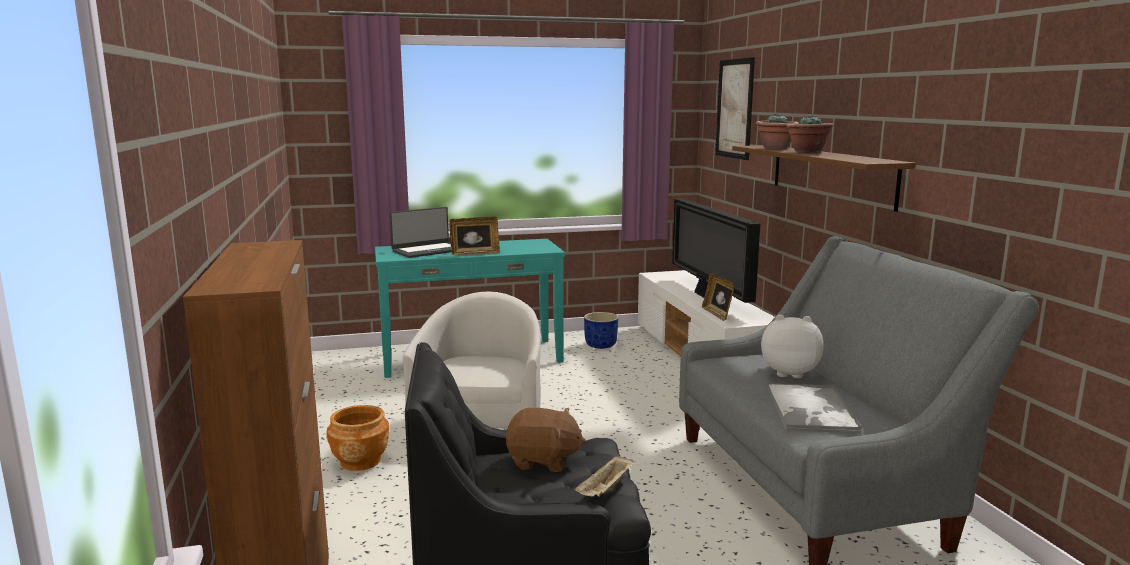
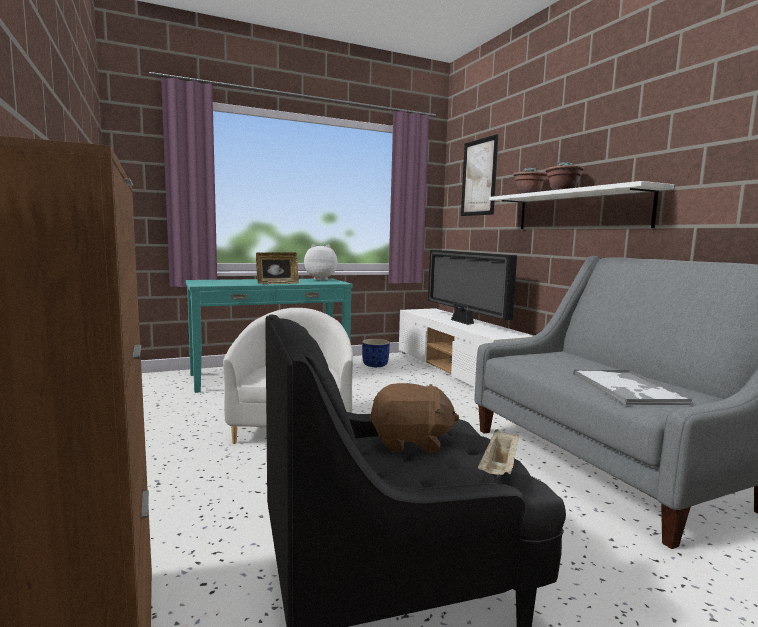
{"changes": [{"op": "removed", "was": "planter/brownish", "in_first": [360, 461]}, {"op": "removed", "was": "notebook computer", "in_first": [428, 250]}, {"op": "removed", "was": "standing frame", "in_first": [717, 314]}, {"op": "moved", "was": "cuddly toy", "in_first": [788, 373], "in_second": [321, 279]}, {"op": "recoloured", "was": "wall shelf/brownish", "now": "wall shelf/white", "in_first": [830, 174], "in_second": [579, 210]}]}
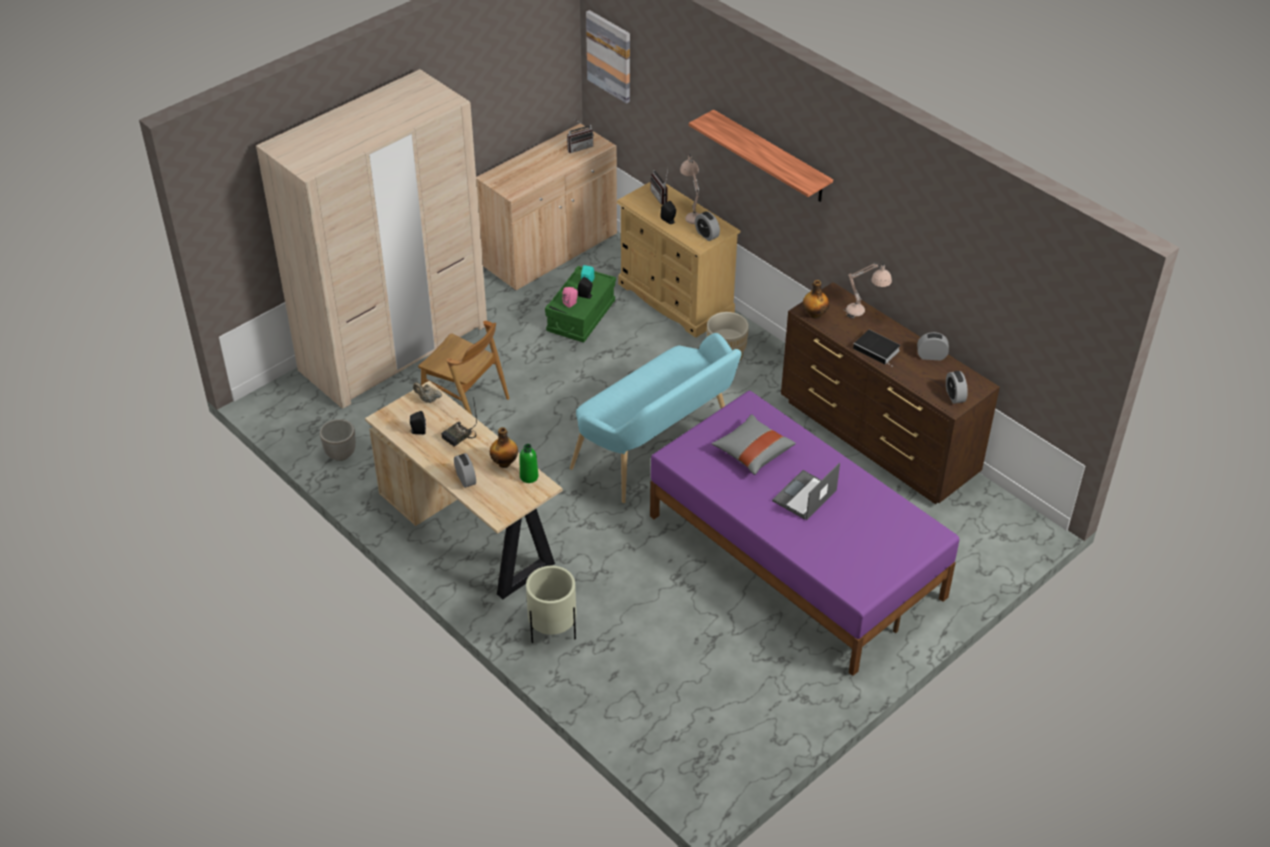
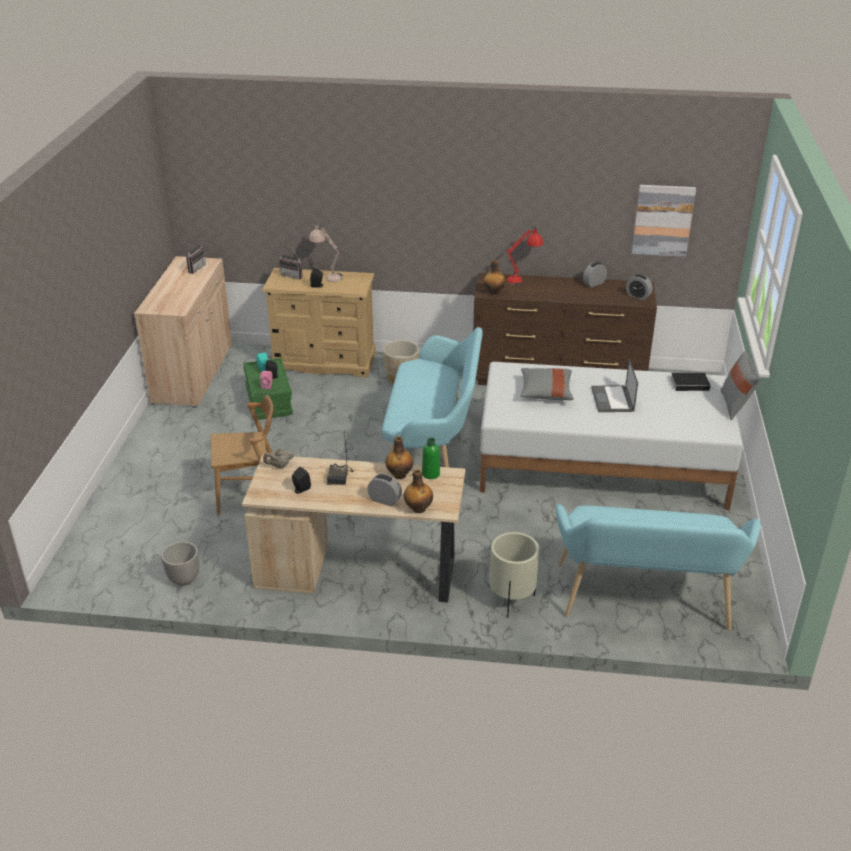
{"changes": [{"op": "removed", "was": "armoire/beige", "in_first": [394, 348]}, {"op": "removed", "was": "wall shelf", "in_first": [771, 157]}, {"op": "removed", "was": "bedside clock", "in_first": [706, 235]}, {"op": "added", "now": "bottle", "in_second": [418, 508]}, {"op": "added", "now": "bench/blue-green", "in_second": [644, 602]}, {"op": "added", "now": "throw pillow/gray", "in_second": [735, 406]}, {"op": "moved", "was": "picture", "in_first": [609, 56], "in_second": [663, 220]}, {"op": "moved", "was": "volume", "in_first": [877, 350], "in_second": [691, 384]}, {"op": "recoloured", "was": "bedroom bed/purplish", "now": "bedroom bed/white", "in_first": [795, 557], "in_second": [602, 465]}, {"op": "recoloured", "was": "table lamp/beige", "now": "table lamp/red-coloured", "in_first": [864, 313], "in_second": [523, 280]}]}
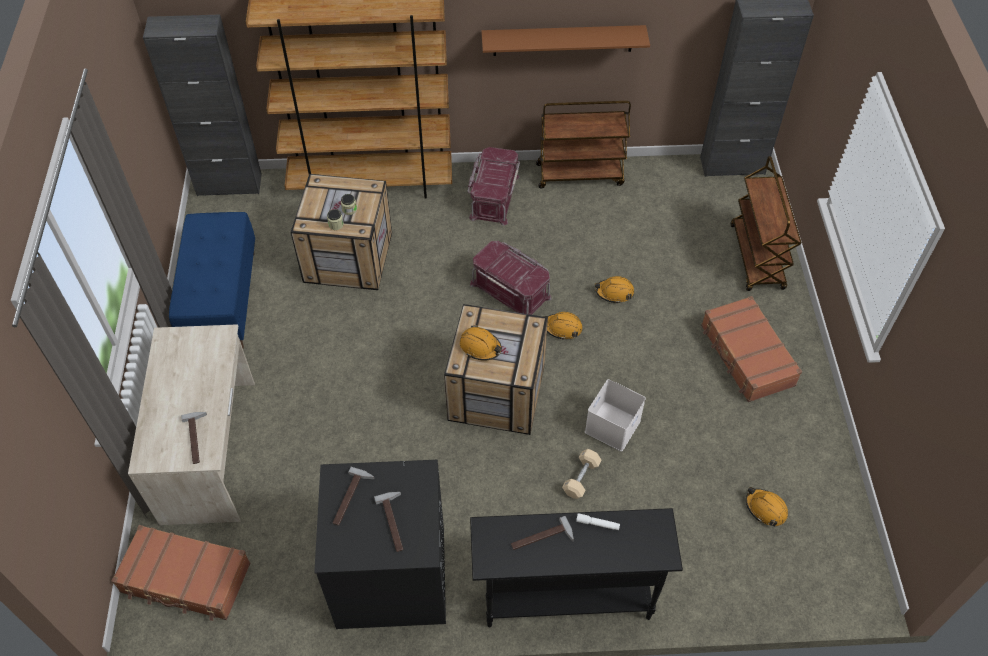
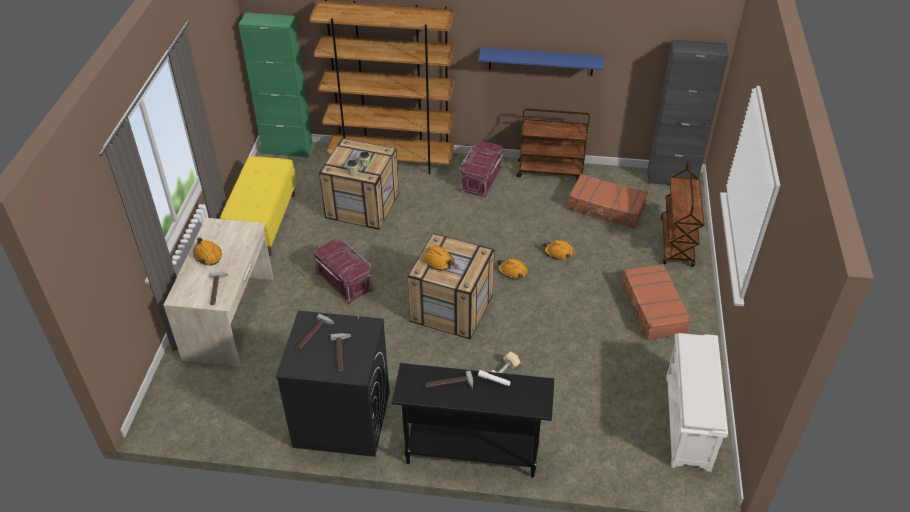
{"changes": [{"op": "removed", "was": "storage box/white", "in_first": [613, 427]}, {"op": "added", "now": "shoe stand/white", "in_second": [688, 423]}, {"op": "moved", "was": "travel case/brownish", "in_first": [186, 579], "in_second": [606, 208]}, {"op": "moved", "was": "storage box/red-coloured", "in_first": [511, 290], "in_second": [345, 280]}, {"op": "moved", "was": "safety helmet/orange-coloured", "in_first": [765, 509], "in_second": [208, 255]}, {"op": "recoloured", "was": "cupboard/blackish", "now": "cupboard/green", "in_first": [229, 185], "in_second": [287, 149]}, {"op": "recoloured", "was": "bench/blue", "now": "bench/yellowish", "in_first": [221, 300], "in_second": [263, 222]}, {"op": "recoloured", "was": "wall shelf/brownish", "now": "wall shelf/blue", "in_first": [563, 40], "in_second": [541, 61]}]}
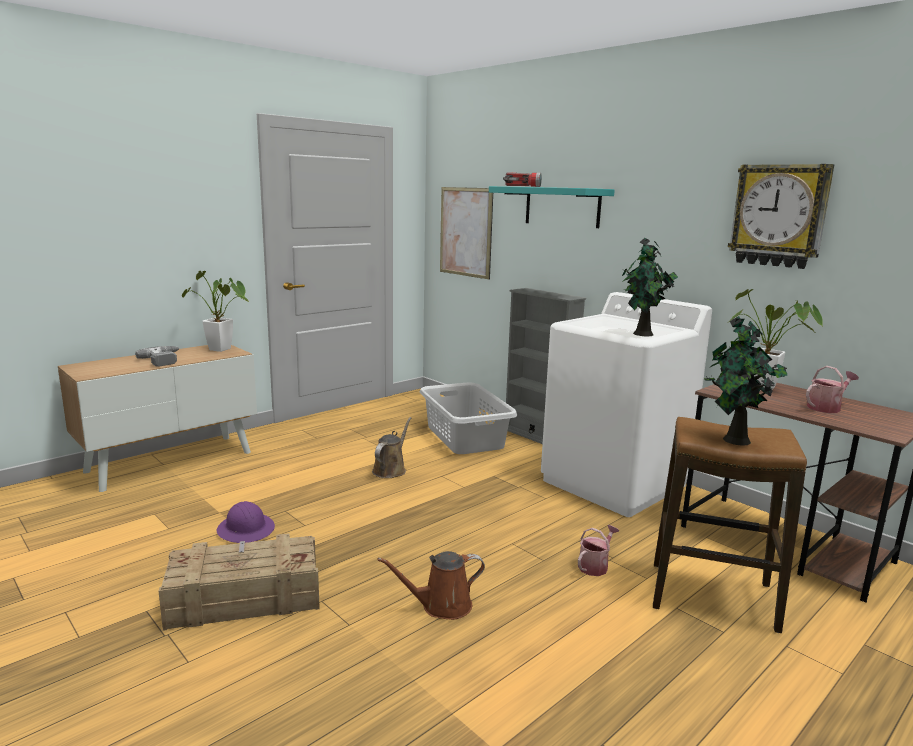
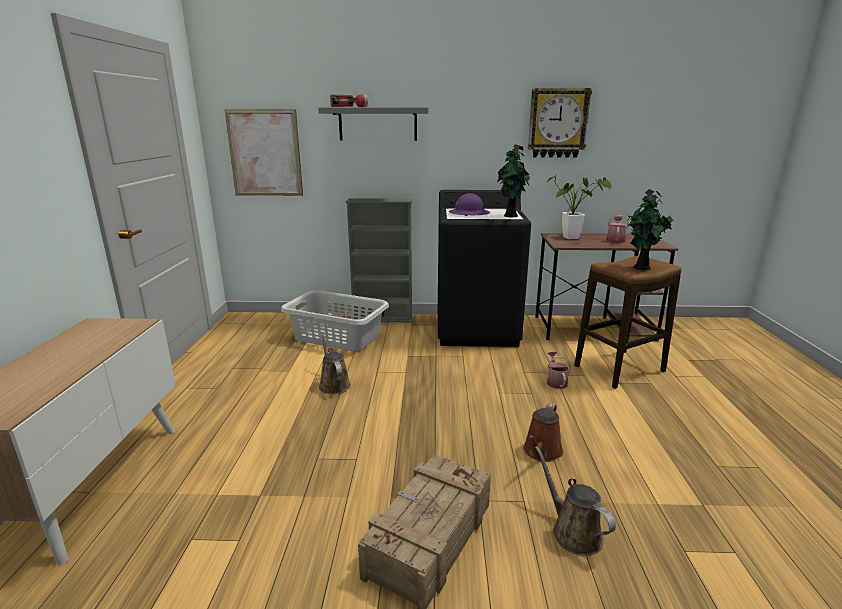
{"changes": [{"op": "removed", "was": "drill", "in_first": [165, 360]}, {"op": "removed", "was": "houseplant", "in_first": [223, 350]}, {"op": "added", "now": "sprinkling can/brownish", "in_second": [573, 532]}, {"op": "moved", "was": "safety helmet/purplish", "in_first": [246, 529], "in_second": [469, 213]}, {"op": "recoloured", "was": "wall shelf/blue-green", "now": "wall shelf/gray", "in_first": [562, 207], "in_second": [378, 124]}, {"op": "recoloured", "was": "laundry machine/white", "now": "laundry machine/blackish", "in_first": [614, 483], "in_second": [477, 330]}]}
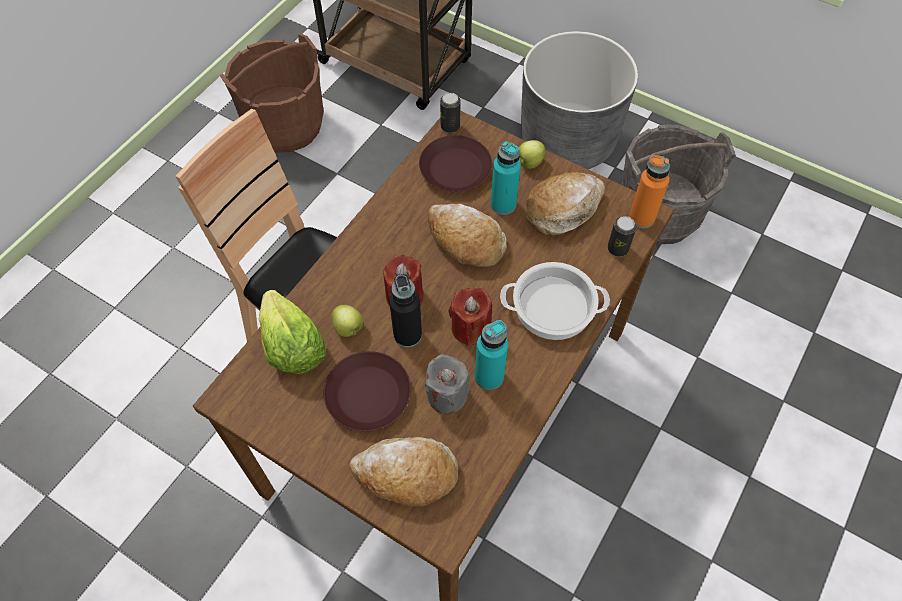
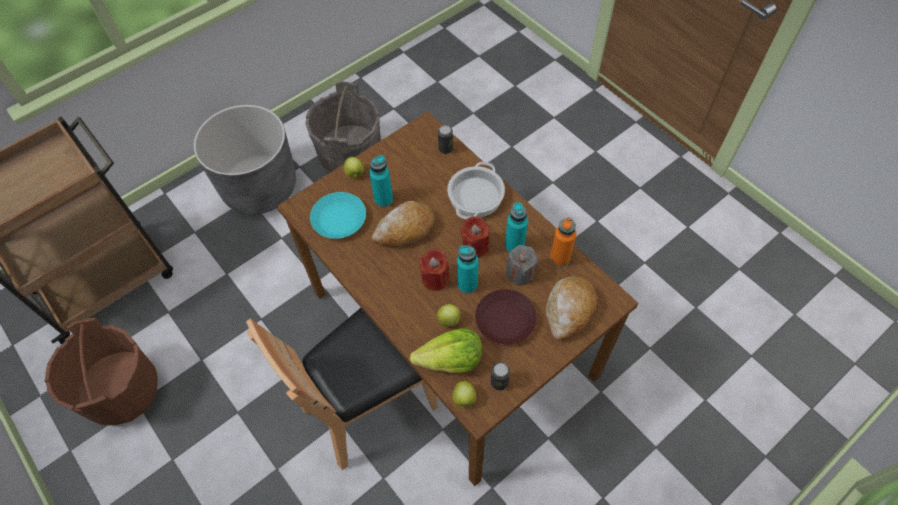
{"changes": [{"op": "removed", "was": "baked bread", "in_first": [563, 209]}, {"op": "added", "now": "apple", "in_second": [464, 399]}, {"op": "moved", "was": "sealed can", "in_first": [450, 126], "in_second": [499, 382]}, {"op": "moved", "was": "bottle/orange-coloured", "in_first": [641, 218], "in_second": [559, 258]}, {"op": "recoloured", "was": "bottle/blackish", "now": "bottle/blue-green", "in_first": [407, 335], "in_second": [467, 284]}, {"op": "recoloured", "was": "plate/brownish", "now": "plate/blue-green", "in_first": [456, 168], "in_second": [338, 218]}]}
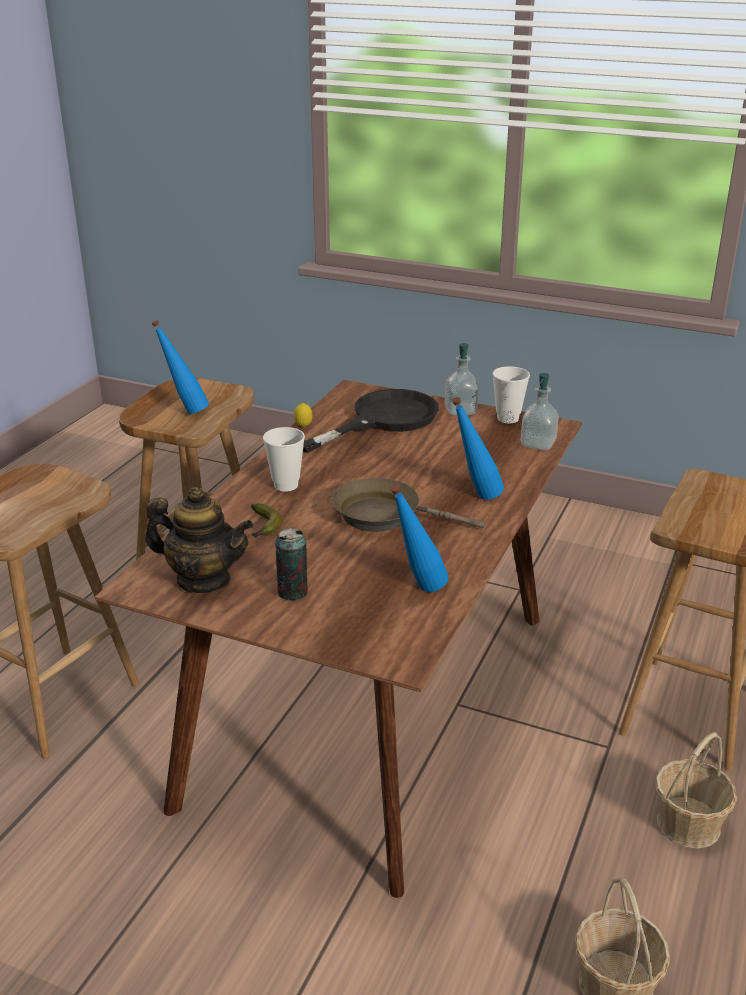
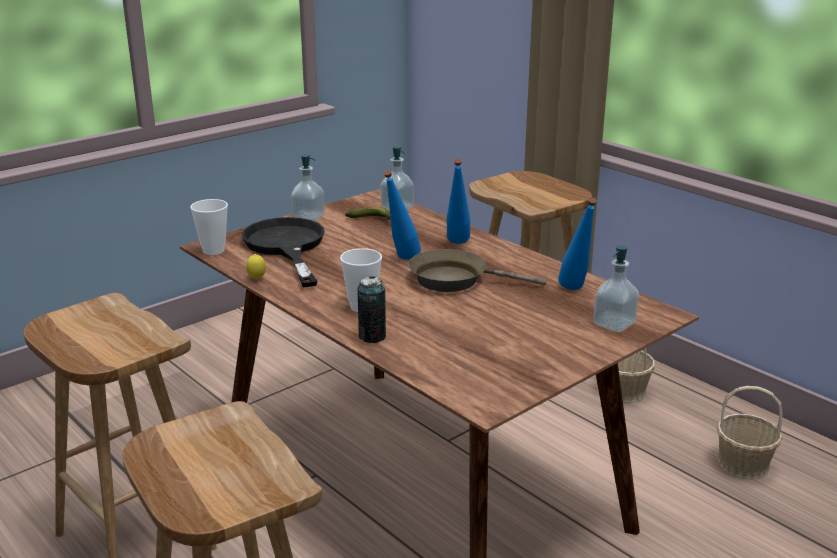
{"changes": [{"op": "removed", "was": "tea pot", "in_first": [203, 580]}, {"op": "added", "now": "soap bottle", "in_second": [614, 324]}, {"op": "moved", "was": "bottle/blue", "in_first": [185, 411], "in_second": [401, 260]}, {"op": "moved", "was": "banana fruit", "in_first": [264, 527], "in_second": [372, 220]}, {"op": "moved", "was": "sealed can", "in_first": [292, 592], "in_second": [372, 337]}, {"op": "moved", "was": "drinking cup", "in_first": [508, 418], "in_second": [213, 250]}, {"op": "turned", "was": "frying pan/brownish", "in_first": [384, 515], "in_second": [455, 280], "clockwise": 60}]}
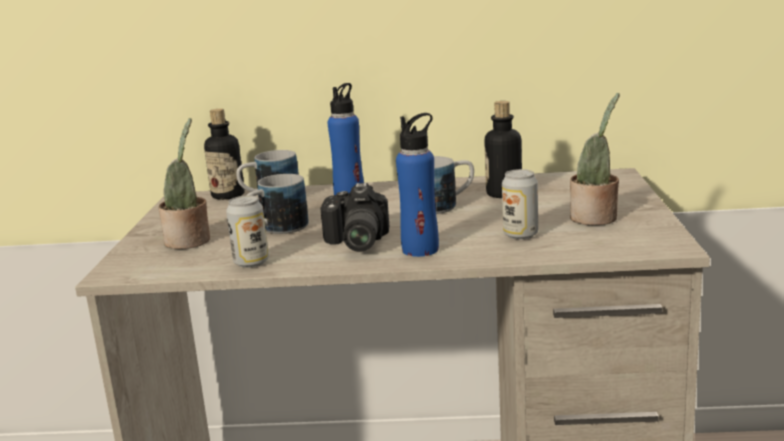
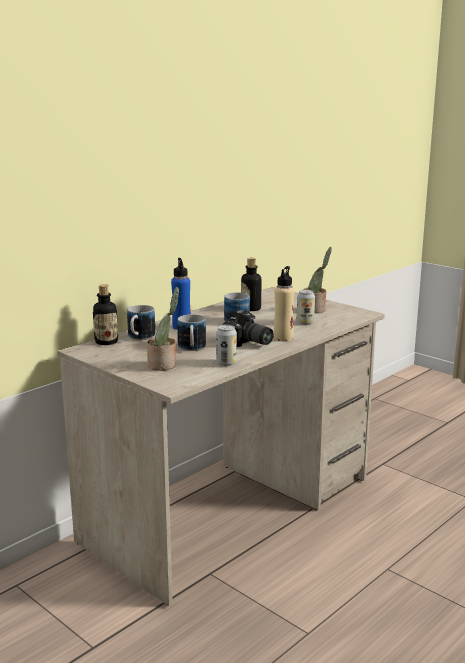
{"changes": [{"op": "recoloured", "was": "bottle/blue", "now": "bottle/beige", "in_first": [420, 250], "in_second": [283, 338]}]}
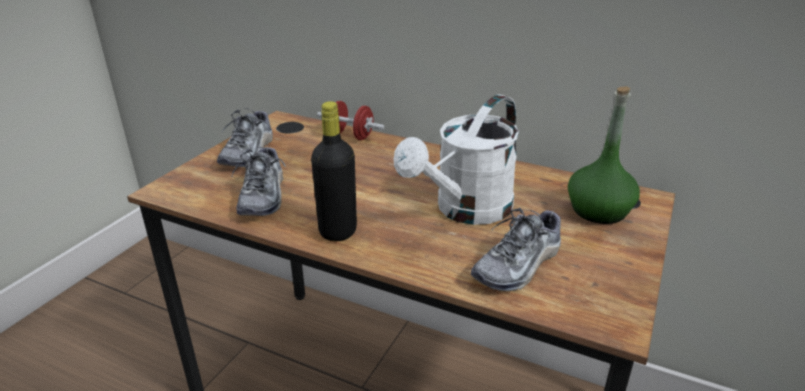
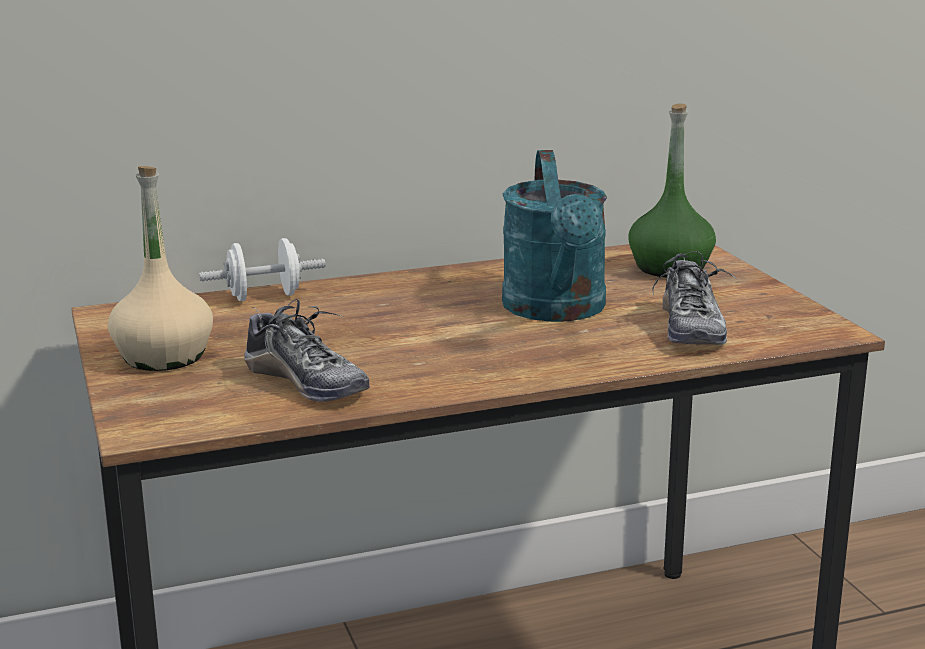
{"changes": [{"op": "removed", "was": "bottle/blackish", "in_first": [338, 231]}, {"op": "replaced", "was": "shoe", "now": "bottle/beige", "in_first": [248, 153], "in_second": [164, 357]}, {"op": "recoloured", "was": "dumbbell/red-coloured", "now": "dumbbell/white", "in_first": [351, 136], "in_second": [264, 297]}, {"op": "recoloured", "was": "sprinkling can/white", "now": "sprinkling can/blue-green", "in_first": [465, 211], "in_second": [557, 311]}]}
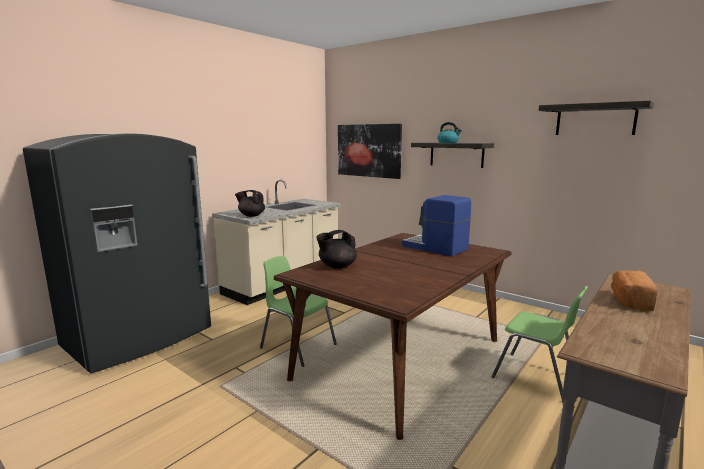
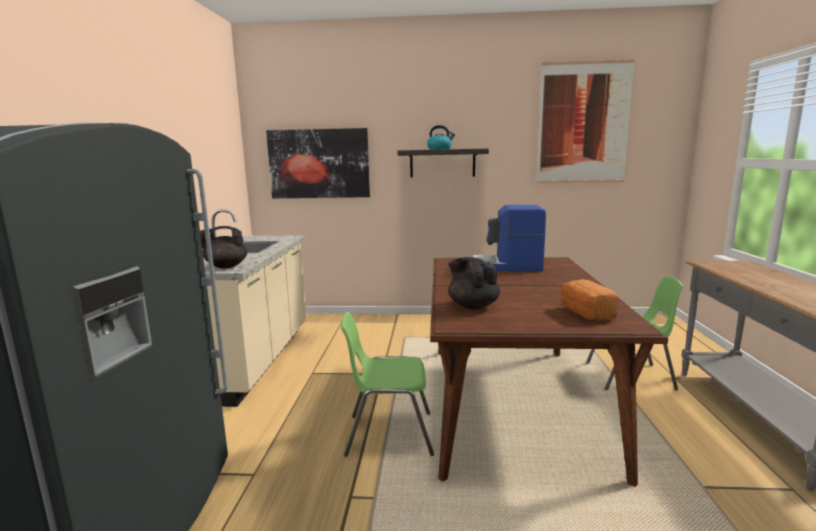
{"changes": [{"op": "moved", "was": "baked bread", "in_first": [629, 301], "in_second": [585, 313]}, {"op": "replaced", "was": "wall shelf", "now": "picture", "in_first": [595, 120], "in_second": [583, 123]}, {"op": "turned", "was": "tea pot/blackish", "in_first": [337, 266], "in_second": [472, 306], "clockwise": 120}]}
